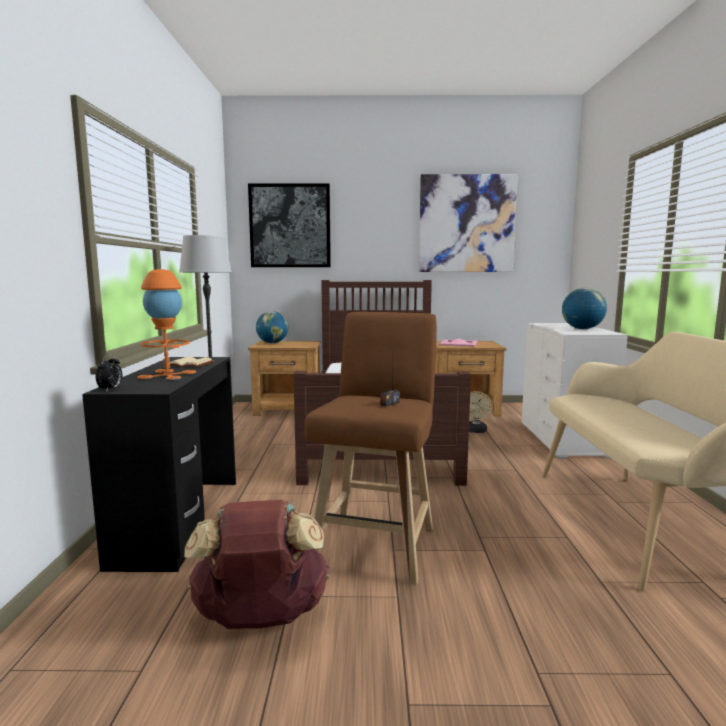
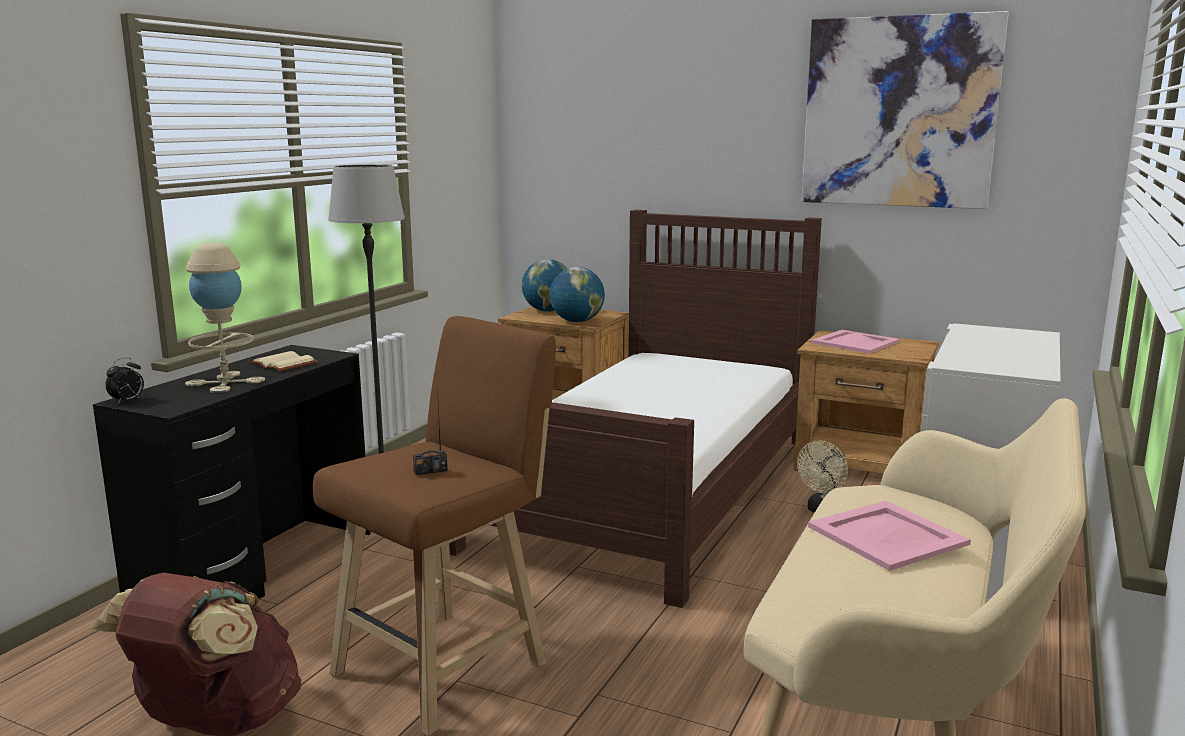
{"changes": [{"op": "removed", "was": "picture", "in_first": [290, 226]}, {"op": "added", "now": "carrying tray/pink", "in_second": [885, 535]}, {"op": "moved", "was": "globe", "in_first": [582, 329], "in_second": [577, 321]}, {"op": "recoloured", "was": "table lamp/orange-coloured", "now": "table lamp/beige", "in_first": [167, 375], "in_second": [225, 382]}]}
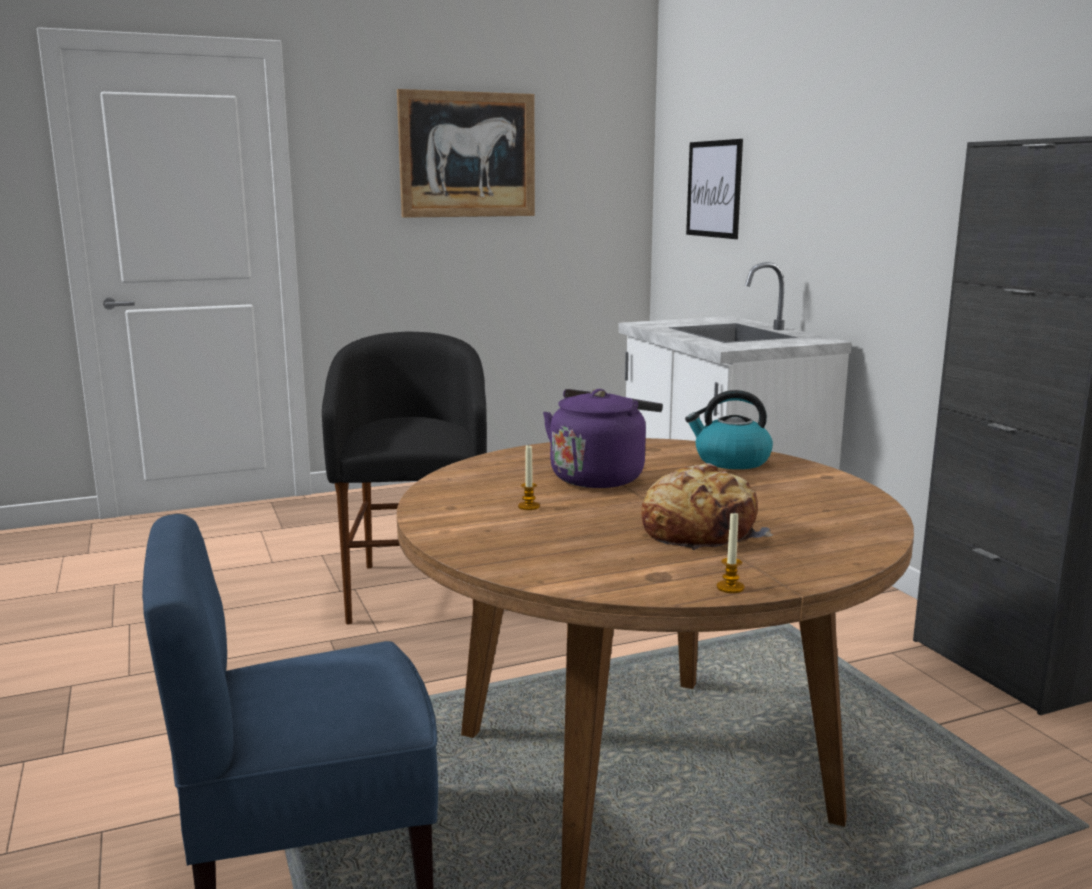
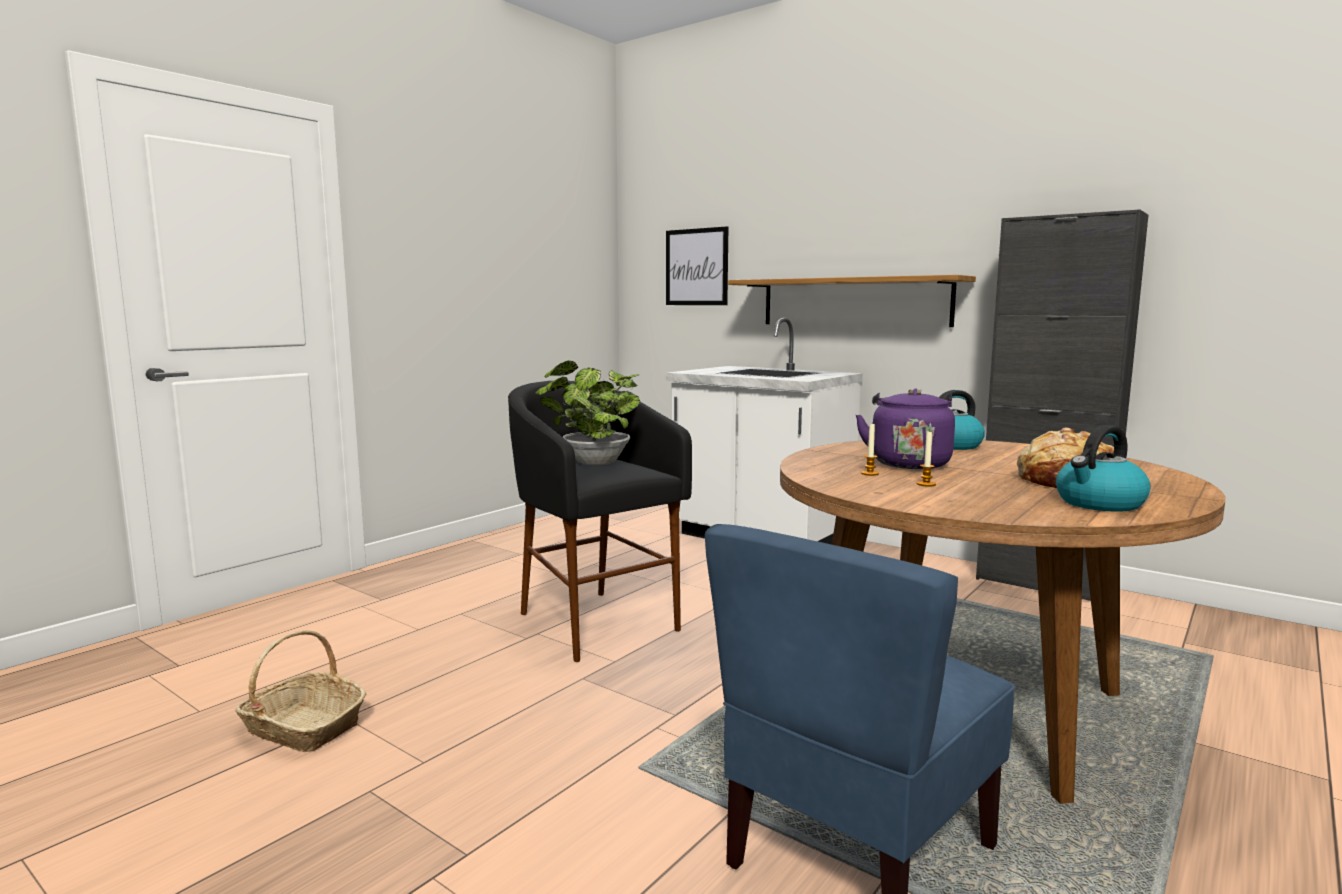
{"changes": [{"op": "removed", "was": "picture", "in_first": [467, 155]}, {"op": "added", "now": "household basket", "in_second": [302, 727]}, {"op": "added", "now": "houseplant", "in_second": [593, 463]}, {"op": "added", "now": "wall shelf", "in_second": [853, 302]}, {"op": "added", "now": "kettle", "in_second": [1099, 504]}, {"op": "moved", "was": "wax light", "in_first": [730, 587], "in_second": [870, 473]}]}
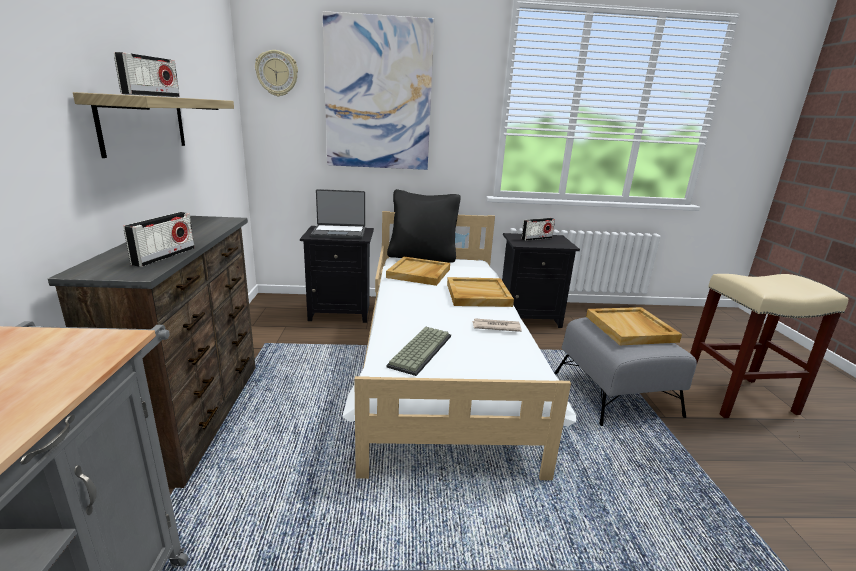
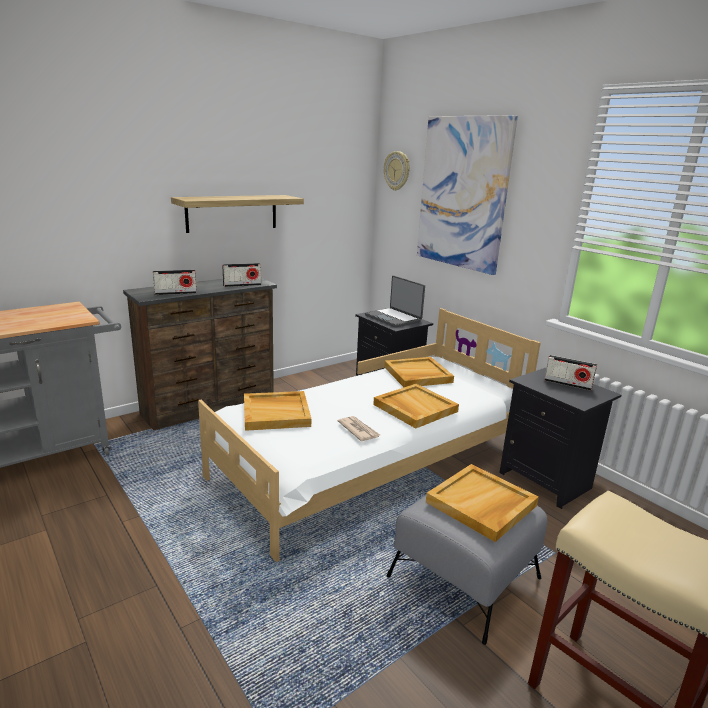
{"changes": [{"op": "removed", "was": "throw pillow/blackish", "in_first": [422, 257]}, {"op": "moved", "was": "radio", "in_first": [152, 95], "in_second": [242, 285]}, {"op": "replaced", "was": "PC keyboard", "now": "carrying tray/beige", "in_first": [420, 350], "in_second": [276, 413]}]}
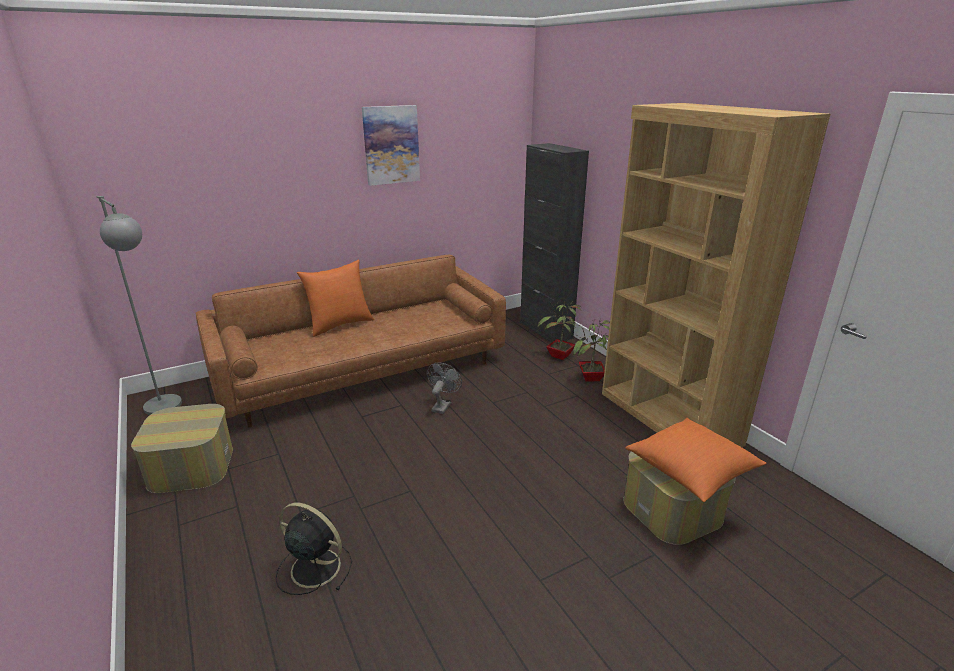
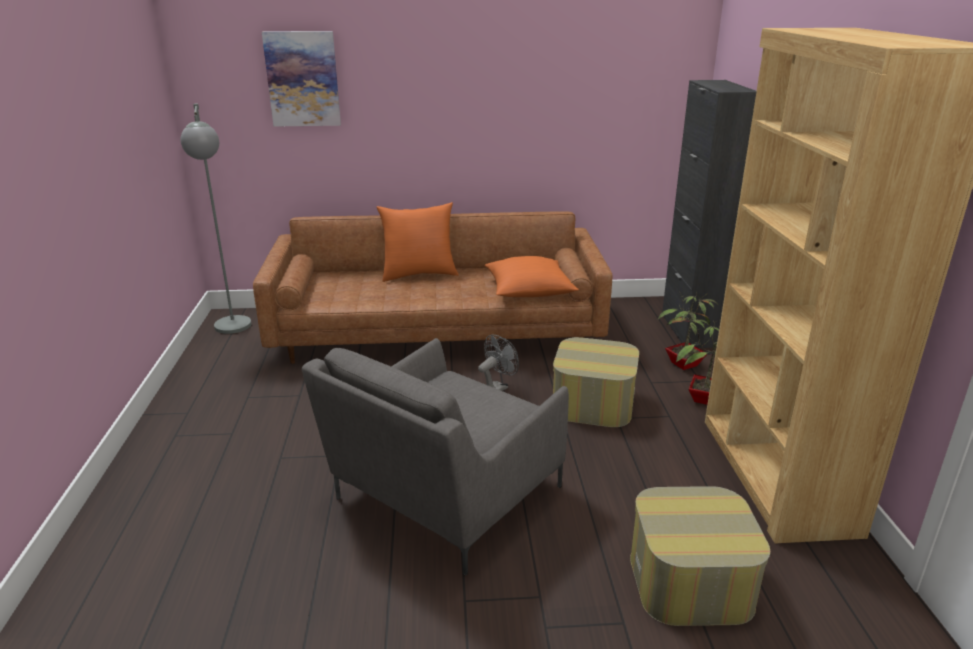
{"changes": [{"op": "removed", "was": "cooling fan/blackish", "in_first": [313, 567]}, {"op": "added", "now": "armchair/gray", "in_second": [443, 497]}, {"op": "moved", "was": "ottoman", "in_first": [191, 466], "in_second": [593, 403]}, {"op": "moved", "was": "picture", "in_first": [391, 145], "in_second": [303, 79]}, {"op": "moved", "was": "throw pillow/orange-coloured", "in_first": [691, 470], "in_second": [529, 291]}]}
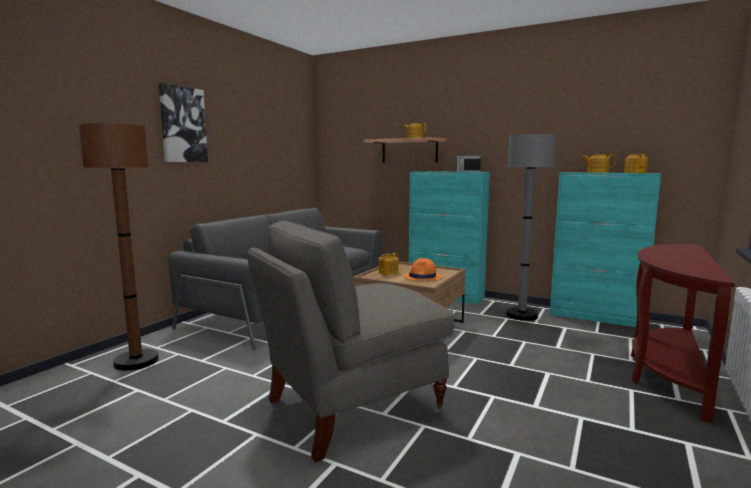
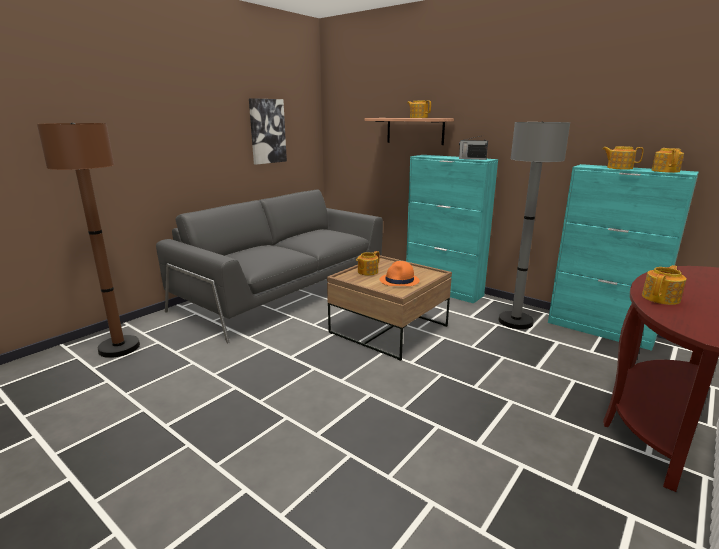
{"changes": [{"op": "removed", "was": "armchair/gray", "in_first": [351, 407]}, {"op": "added", "now": "tea pot", "in_second": [661, 298]}, {"op": "moved", "was": "picture", "in_first": [183, 125], "in_second": [267, 131]}]}
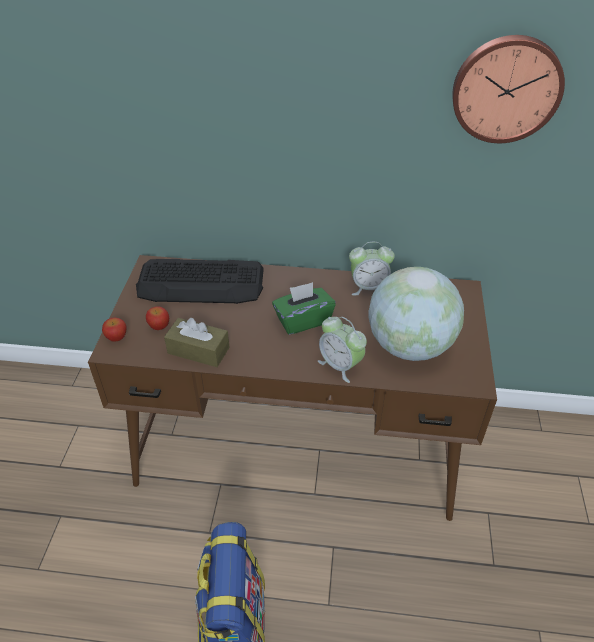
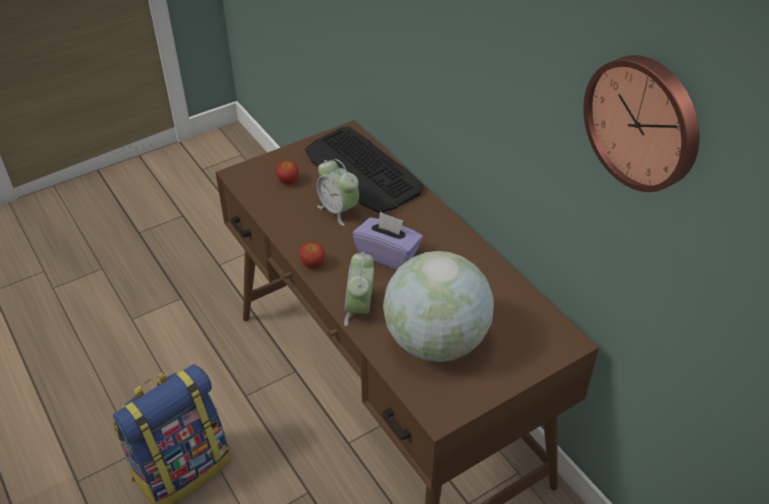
{"changes": [{"op": "removed", "was": "tissue holder/brownish", "in_first": [198, 350]}, {"op": "moved", "was": "apple", "in_first": [117, 337], "in_second": [312, 264]}, {"op": "moved", "was": "bedside clock", "in_first": [368, 287], "in_second": [338, 210]}, {"op": "recoloured", "was": "tissue holder/green", "now": "tissue holder/purplish", "in_first": [303, 320], "in_second": [388, 255]}]}
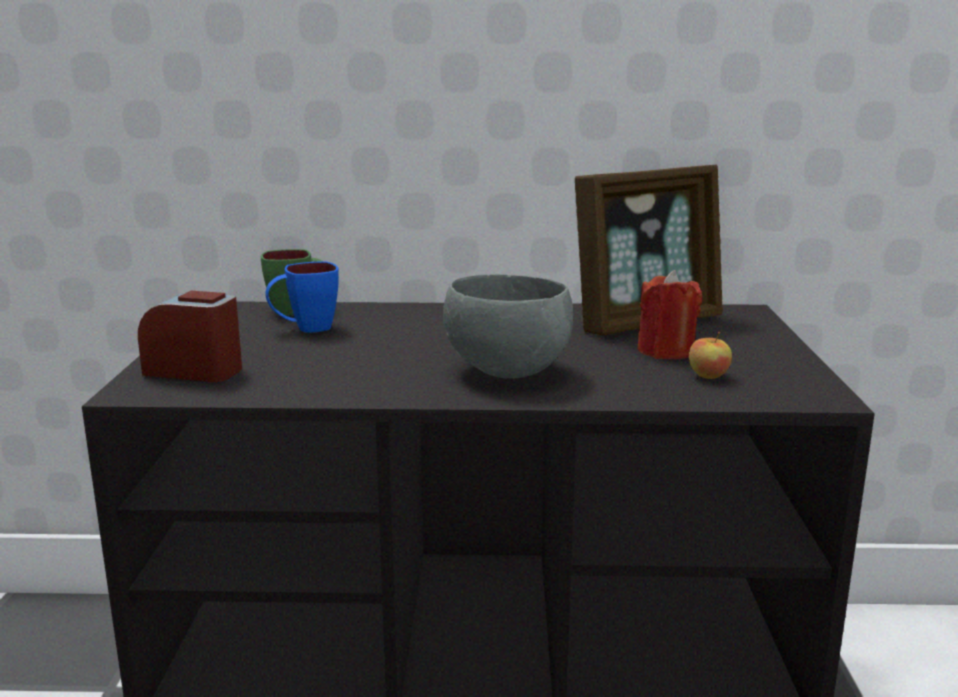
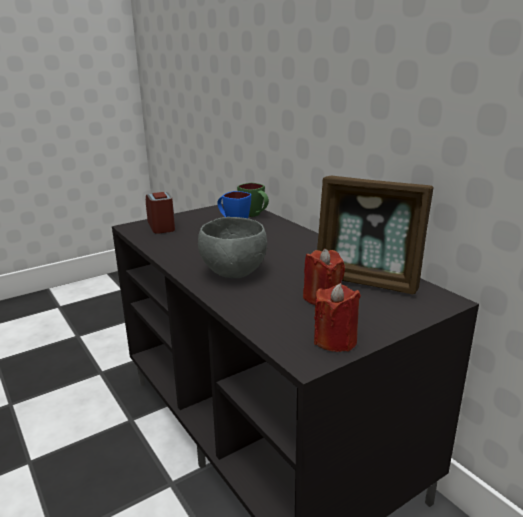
{"changes": [{"op": "removed", "was": "apple", "in_first": [708, 376]}, {"op": "added", "now": "wax light/red-coloured", "in_second": [335, 340]}]}
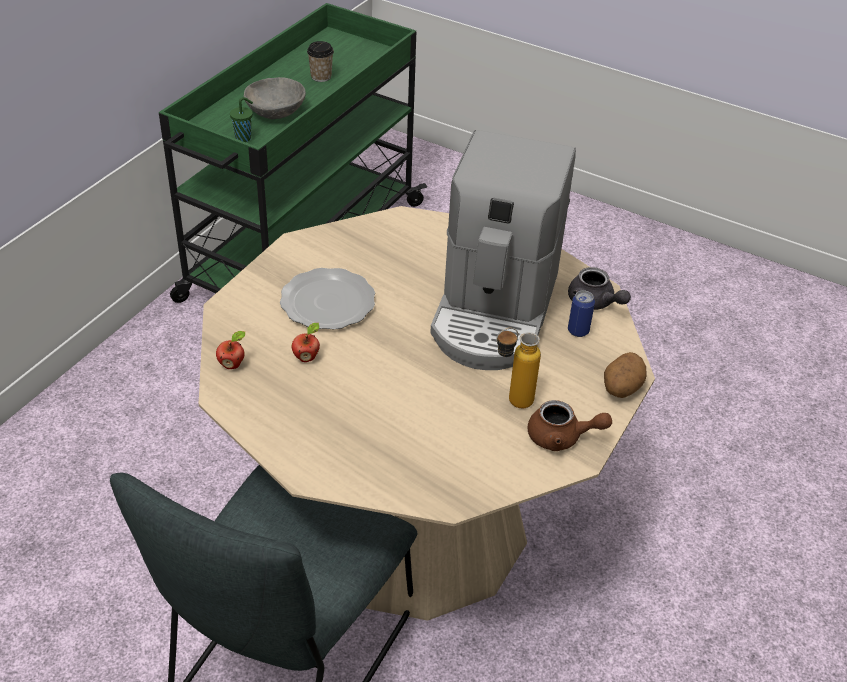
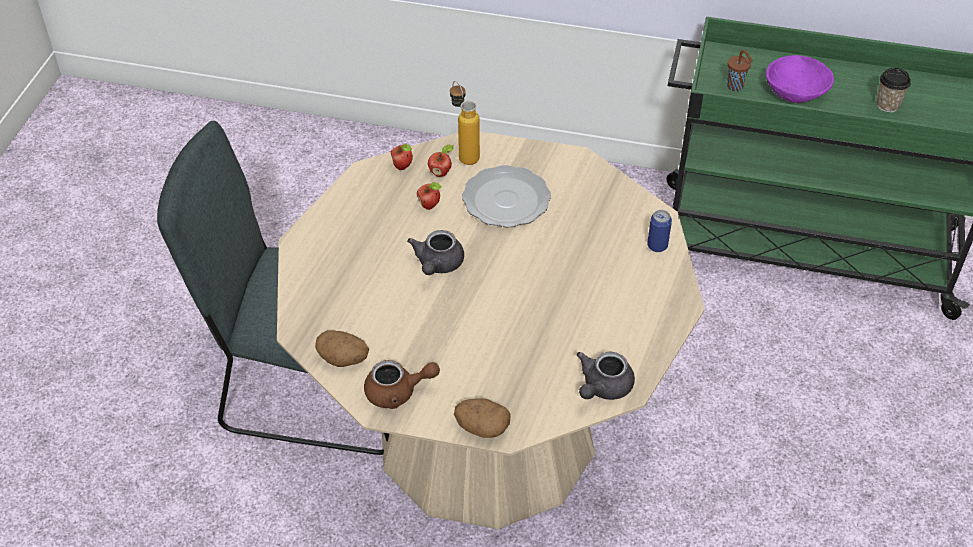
{"changes": [{"op": "removed", "was": "coffee machine", "in_first": [494, 311]}, {"op": "added", "now": "potato", "in_second": [344, 359]}, {"op": "added", "now": "tea pot/gray", "in_second": [437, 265]}, {"op": "added", "now": "apple", "in_second": [441, 173]}, {"op": "moved", "was": "bottle", "in_first": [511, 402], "in_second": [464, 154]}, {"op": "moved", "was": "sealed can", "in_first": [578, 331], "in_second": [657, 246]}, {"op": "recoloured", "was": "drinking cup/green", "now": "drinking cup/brownish", "in_first": [244, 138], "in_second": [736, 87]}, {"op": "recoloured", "was": "serving bowl/gray", "now": "serving bowl/purplish", "in_first": [276, 112], "in_second": [796, 94]}, {"op": "turned", "was": "tea pot/brownish", "in_first": [561, 438], "in_second": [398, 392], "clockwise": -90}]}
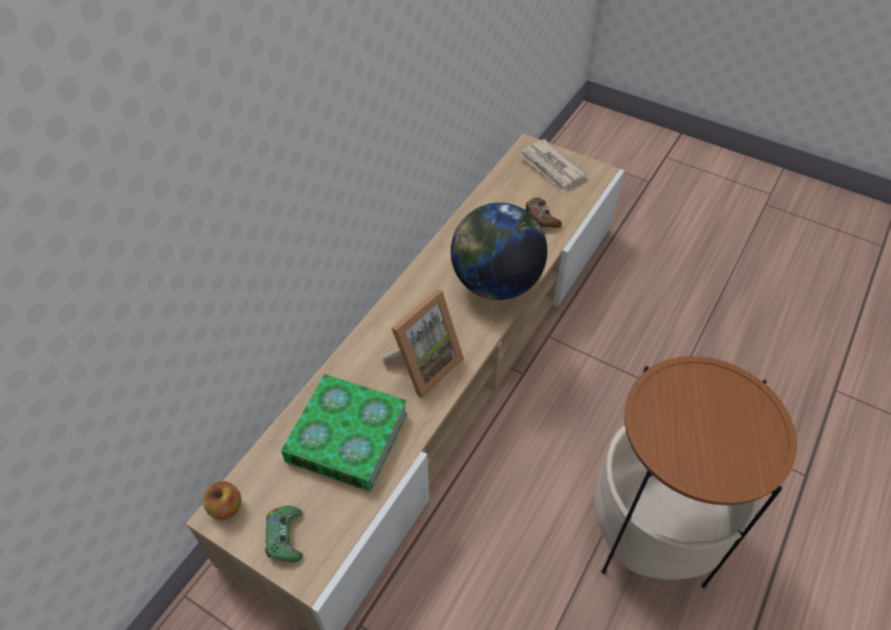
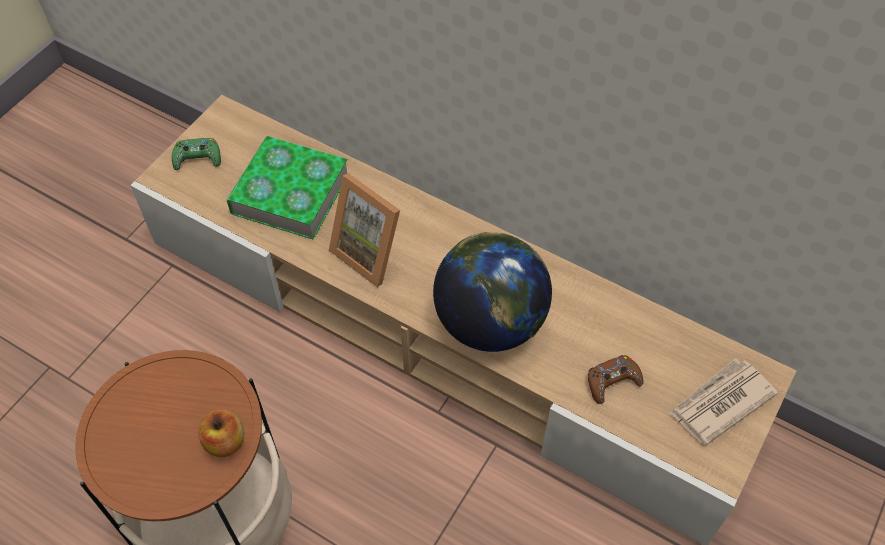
{"changes": [{"op": "moved", "was": "apple", "in_first": [226, 507], "in_second": [225, 442]}]}
